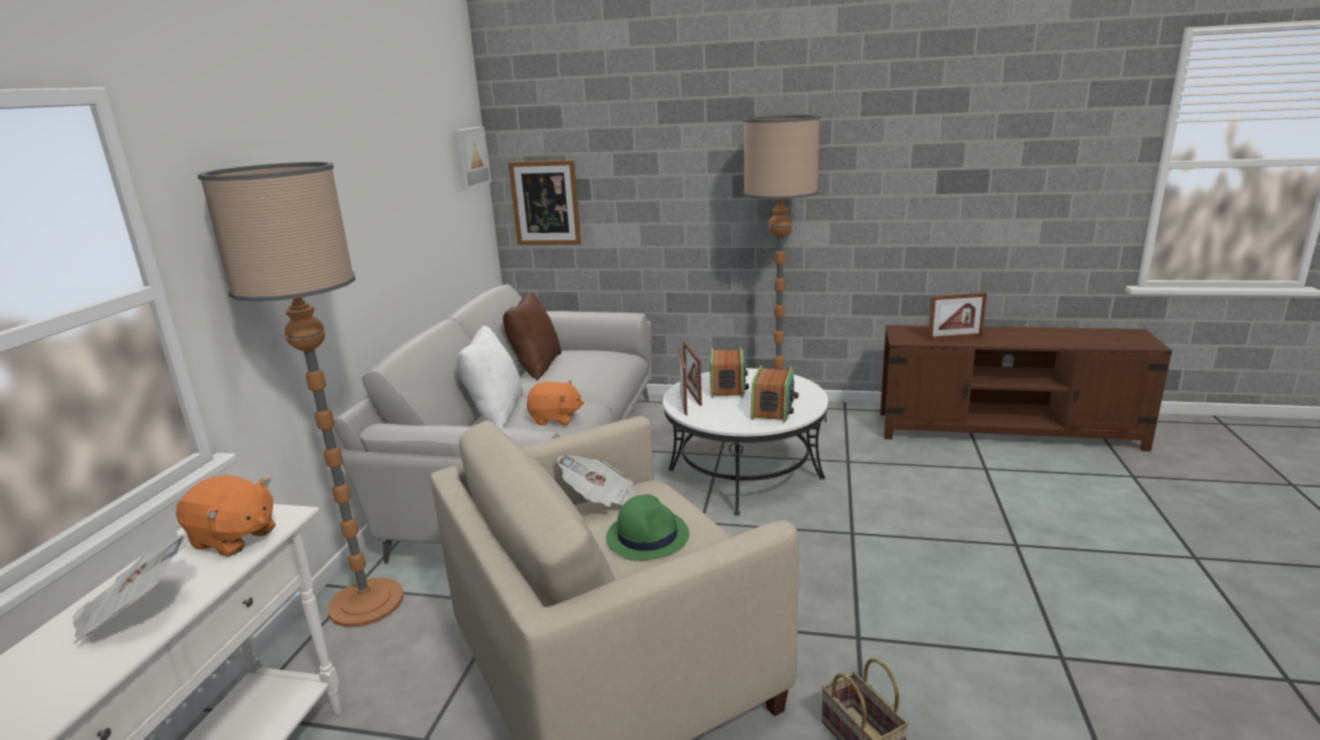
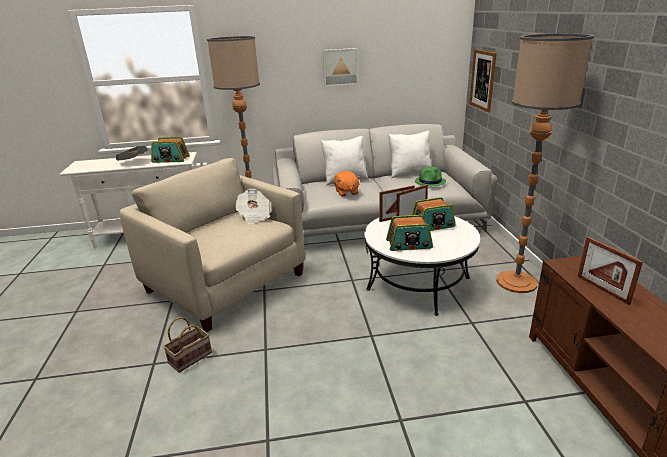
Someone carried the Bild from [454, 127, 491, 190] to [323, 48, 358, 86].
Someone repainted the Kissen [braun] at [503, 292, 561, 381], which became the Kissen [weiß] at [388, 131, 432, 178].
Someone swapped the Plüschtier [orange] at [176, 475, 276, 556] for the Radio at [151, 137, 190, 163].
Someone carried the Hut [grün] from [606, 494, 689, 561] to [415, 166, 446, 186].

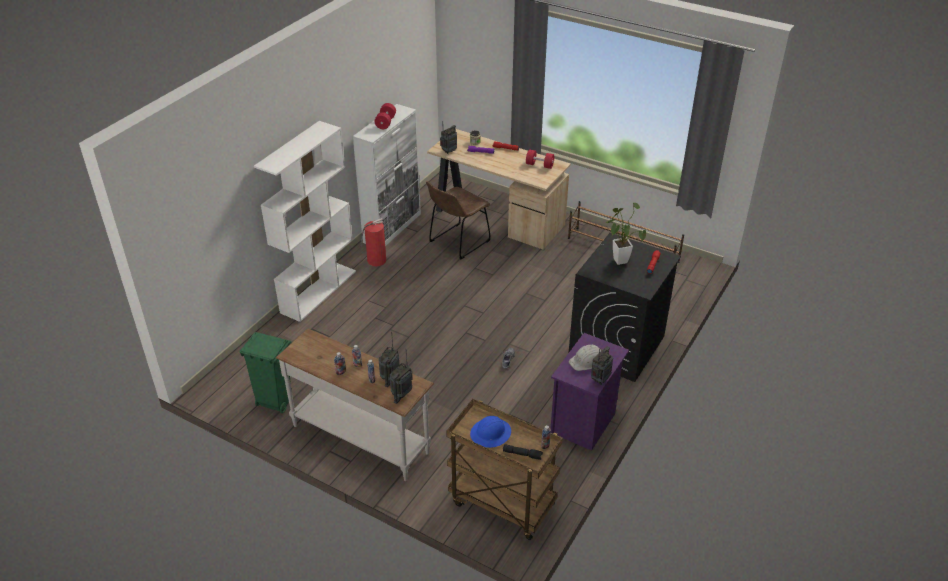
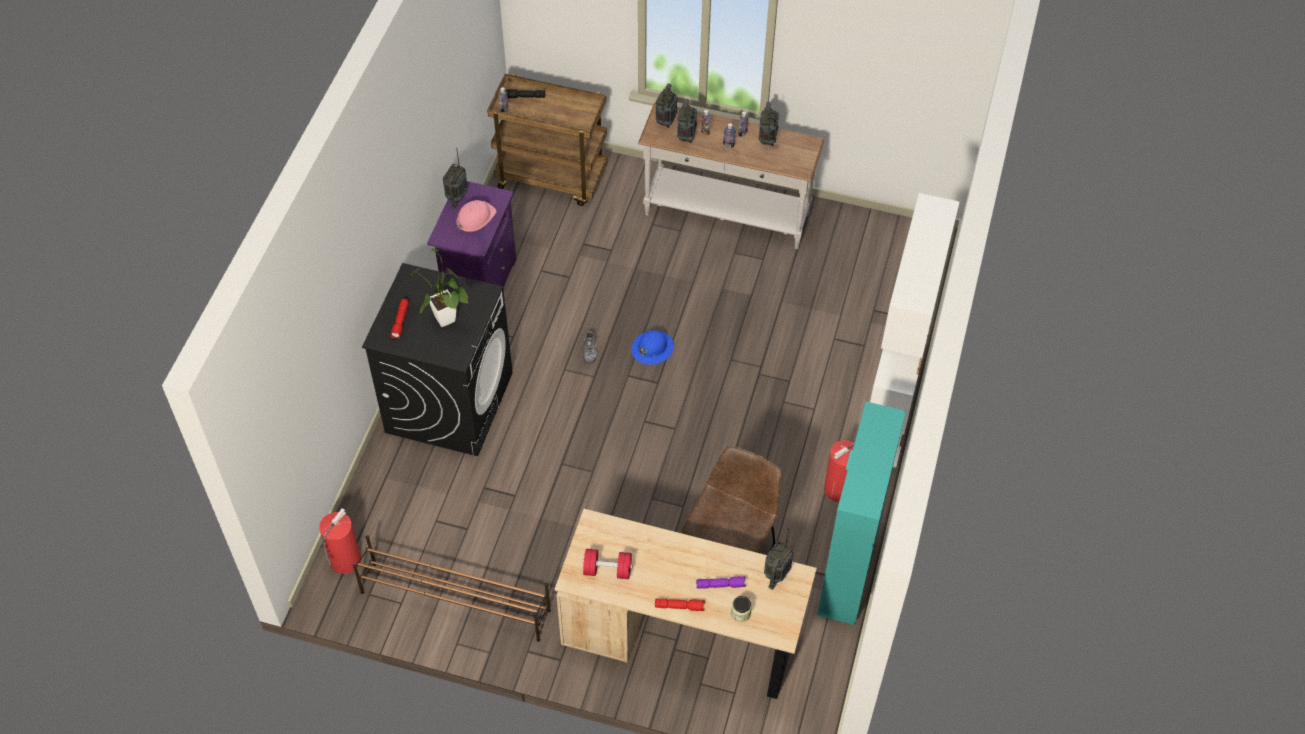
Someone took away the Hantel [rot] at [375, 103, 396, 129].
Someone repainted the Schrank [weiß] at [353, 104, 421, 246], which became the Schrank [türkis] at [817, 401, 906, 625].
Someone took away the Mülleimer [grün] at [239, 332, 291, 413].
Someone repainted the Schutzhelm [weiß] at [569, 345, 603, 371], which became the Schutzhelm [rosa] at [456, 200, 497, 232].
Someone carried the Schutzhelm [blau] from [470, 416, 511, 448] to [632, 330, 674, 365].
Someone put down the Radio at [759, 102, 779, 146].
Someone put down the Feuerlöscher at [319, 508, 361, 574].

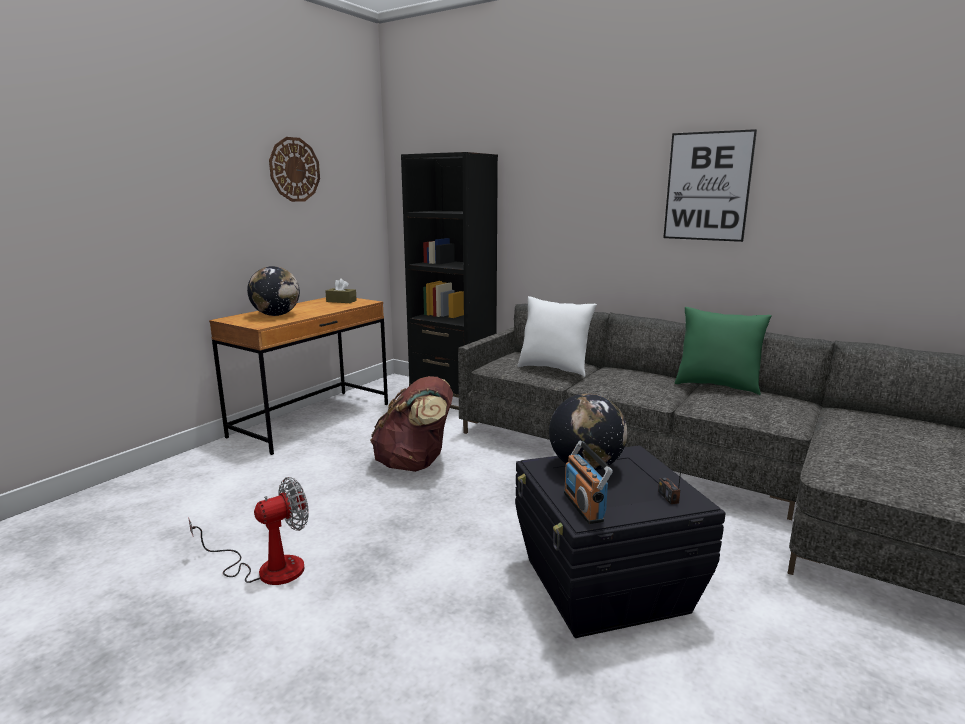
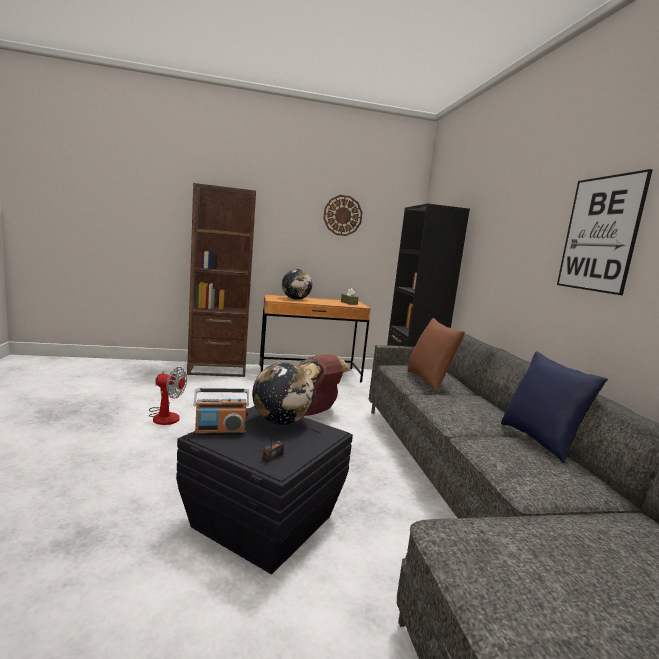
Someone repainted the Kissen [weiß] at [517, 296, 597, 377], which became the Kissen [braun] at [408, 318, 465, 391].
Someone repainted the Kissen [grün] at [675, 307, 772, 395], which became the Kissen [blau] at [501, 351, 608, 463].
Someone rotated the Radio at [564, 440, 613, 524] by 135 degrees counterclockwise.
Someone put down the Bücherregal [braun] at [187, 183, 256, 377].

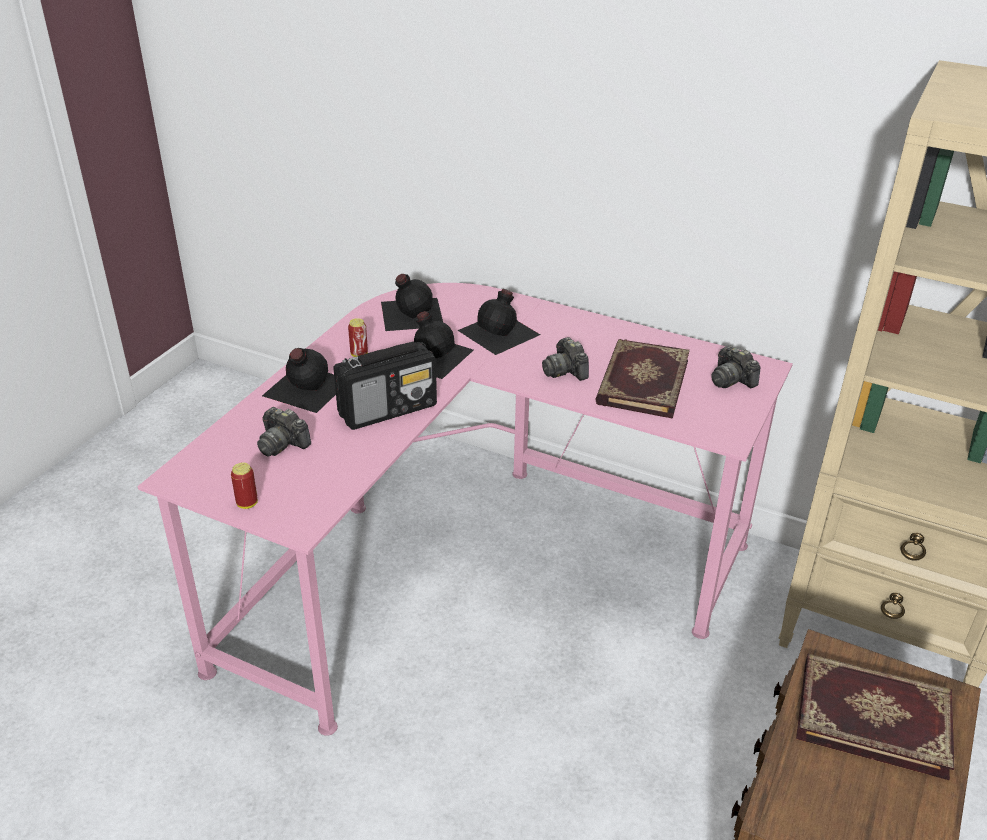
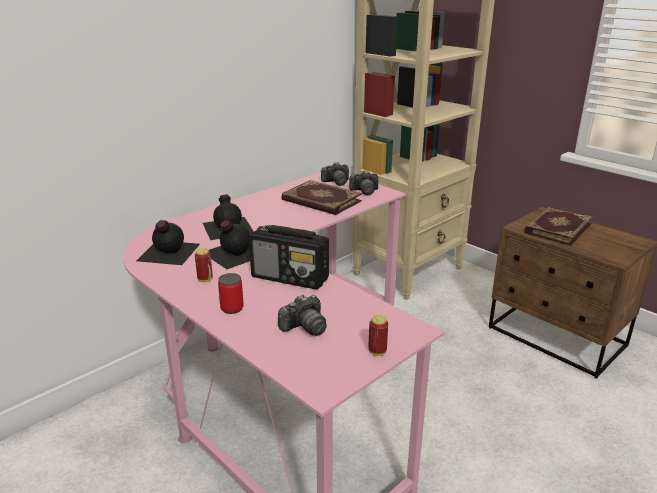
Someone carried the Kamera from [542, 337, 589, 381] to [348, 170, 378, 195].
Someone rotated the Radio at [333, 342, 437, 430] by 120 degrees clockwise.
Someone swapped the Flasche [schwarz] at [262, 348, 336, 413] for the Dose at [218, 273, 244, 314].

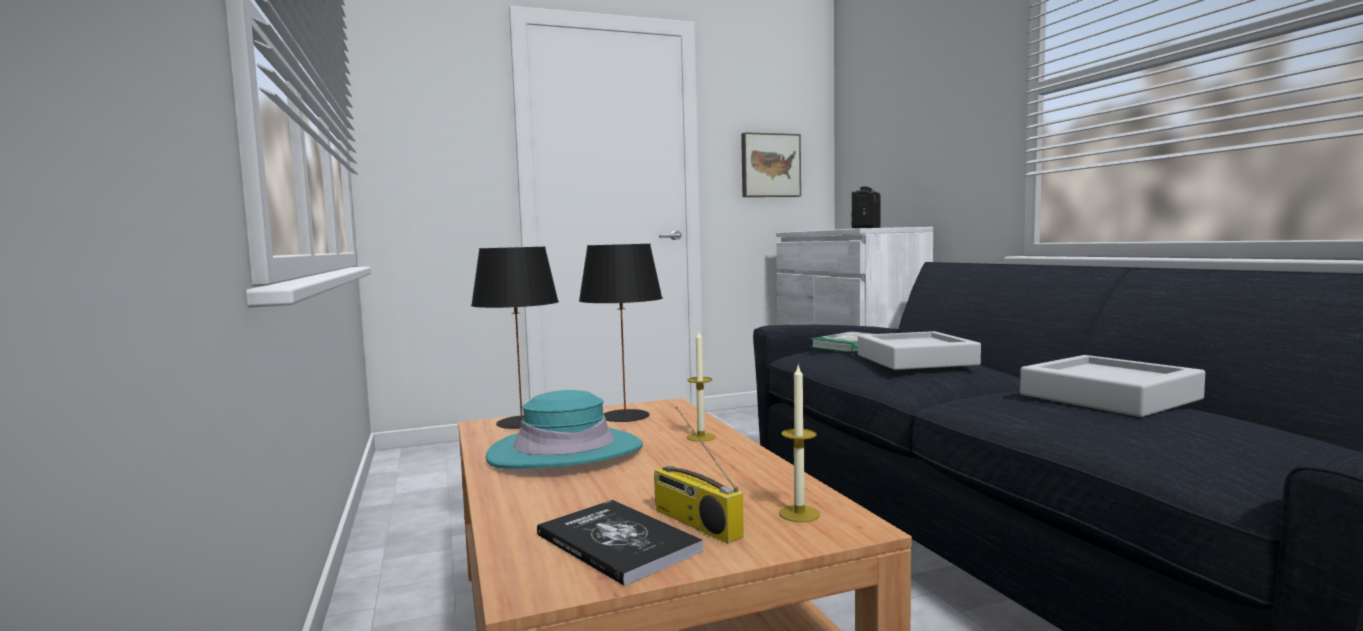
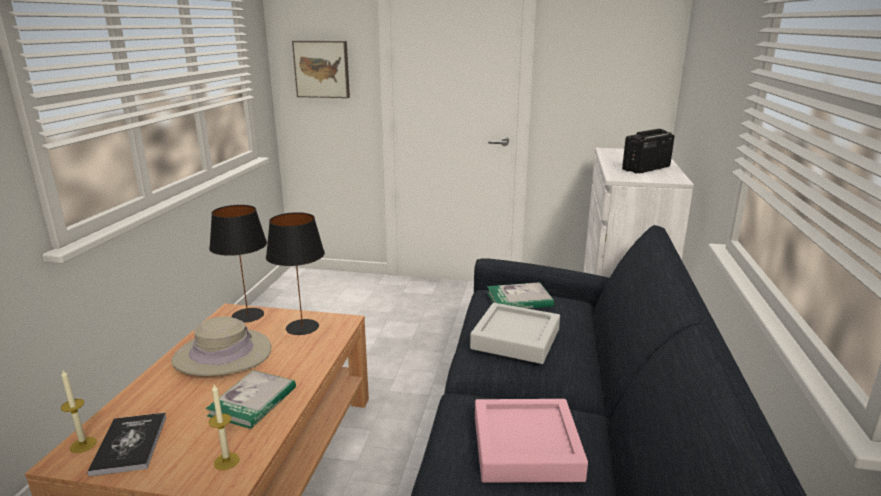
Someone carried the Bild from [741, 132, 801, 197] to [292, 41, 350, 98].
Someone carried the Kerze from [687, 330, 716, 442] to [61, 370, 97, 453].
Someone repainted the Tablett [grau] at [1020, 355, 1205, 417], which became the Tablett [rosa] at [475, 399, 588, 483].
Someone repainted the Hut [türkis] at [486, 390, 643, 469], which became the Hut [beige] at [171, 317, 271, 376].
Someone took away the Radio at [654, 407, 744, 544].
Someone put down the Buch at [206, 370, 296, 429].

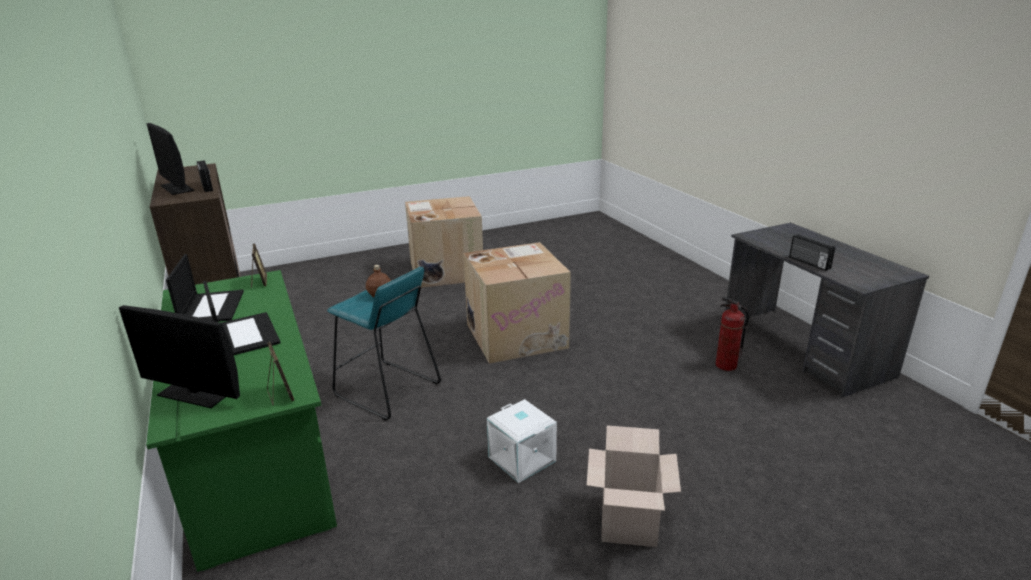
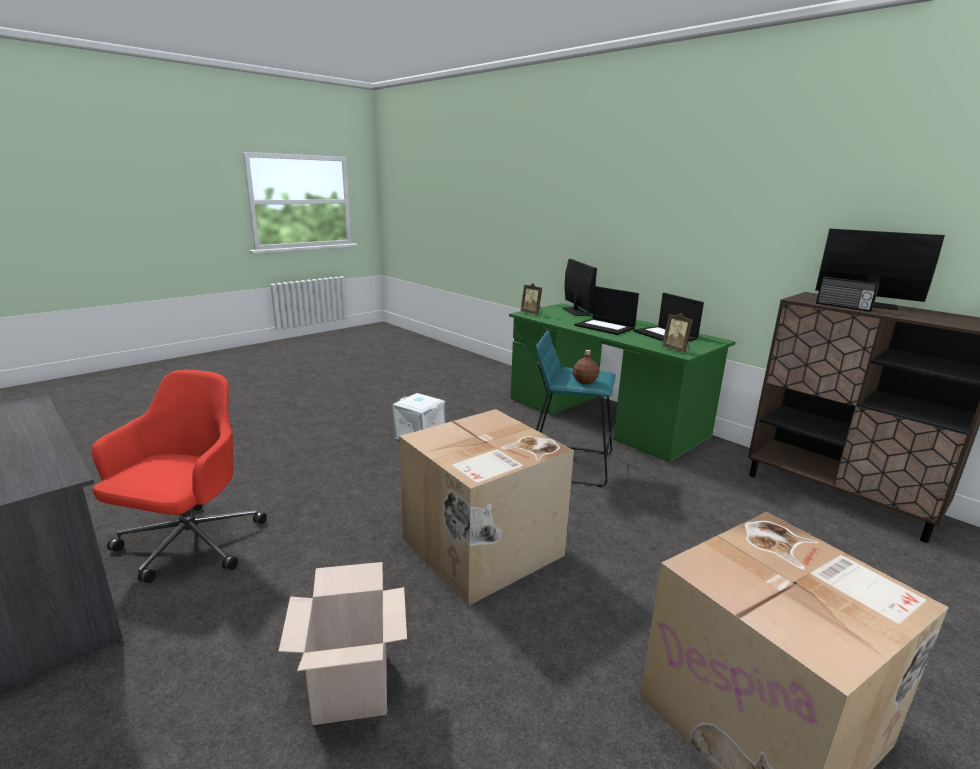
Someone took away the Radio at [789, 234, 835, 271].
Someone swapped the Feuerlöscher at [716, 297, 749, 371] for the Bürostuhl [rot] at [91, 370, 267, 583].
Someone rotated the Monitor at [119, 305, 240, 408] by 75 degrees clockwise.
Someone carried the Karton from [587, 425, 681, 547] to [278, 562, 407, 725].

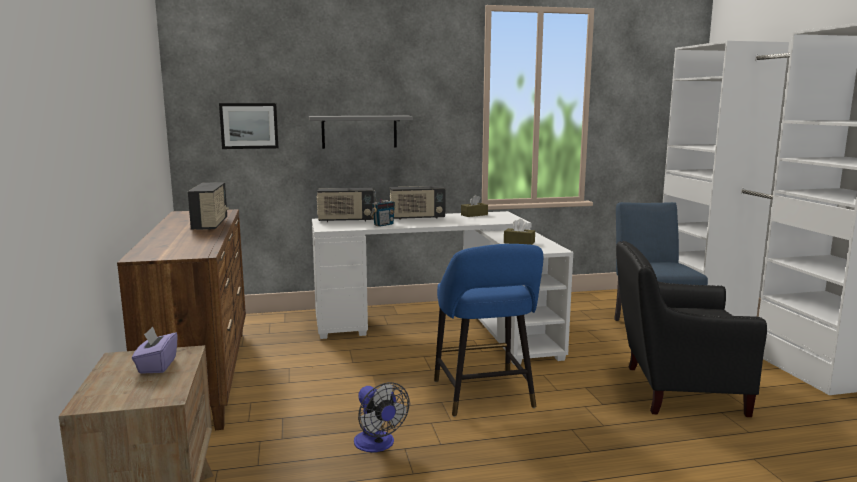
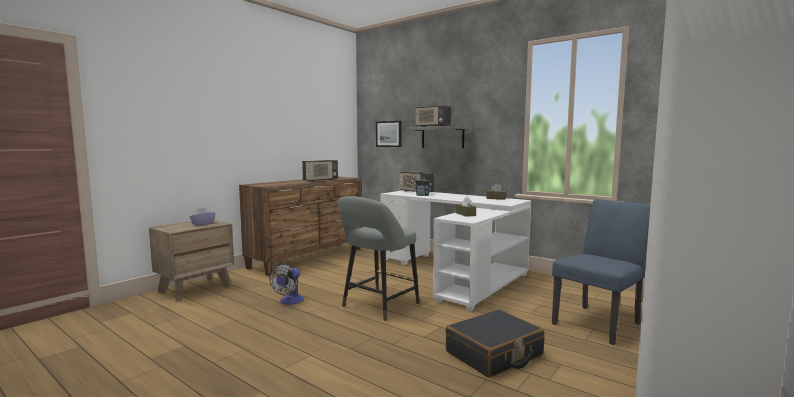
Someone carried the Radio from [390, 186, 446, 220] to [415, 105, 451, 127].
Someone swapped the Sessel [schwarz] at [616, 241, 767, 417] for the Koffer [schwarz] at [446, 310, 545, 377].
Someone repainted the Hocker [blau] at [434, 244, 543, 417], which became the Hocker [grau] at [338, 196, 420, 321].

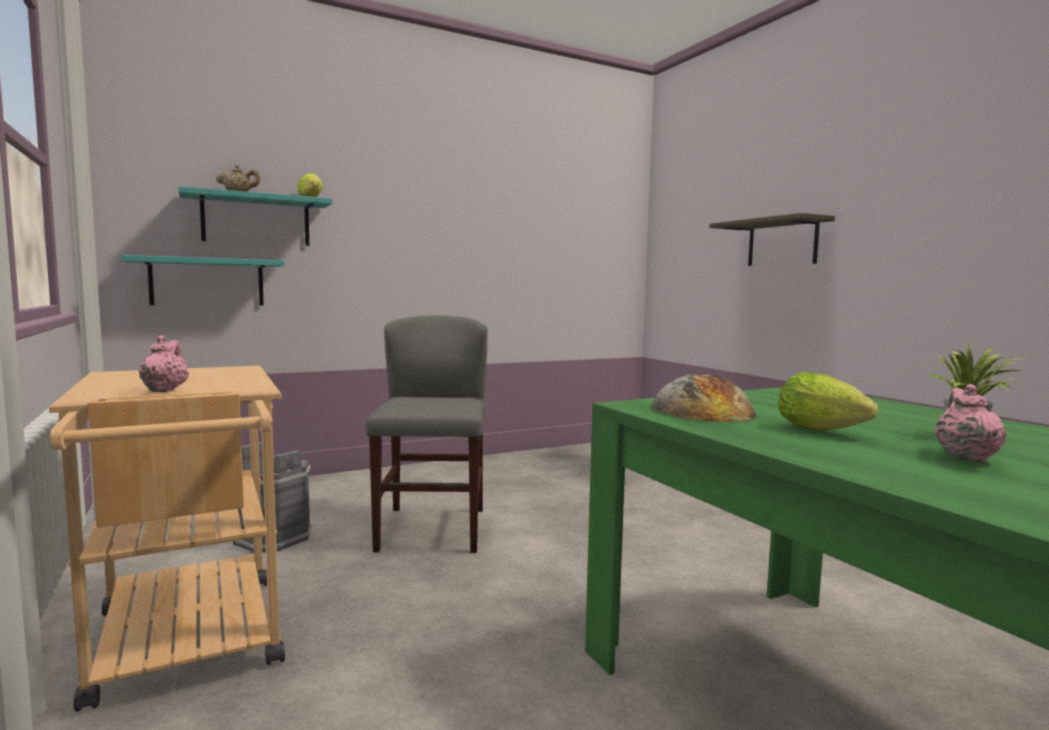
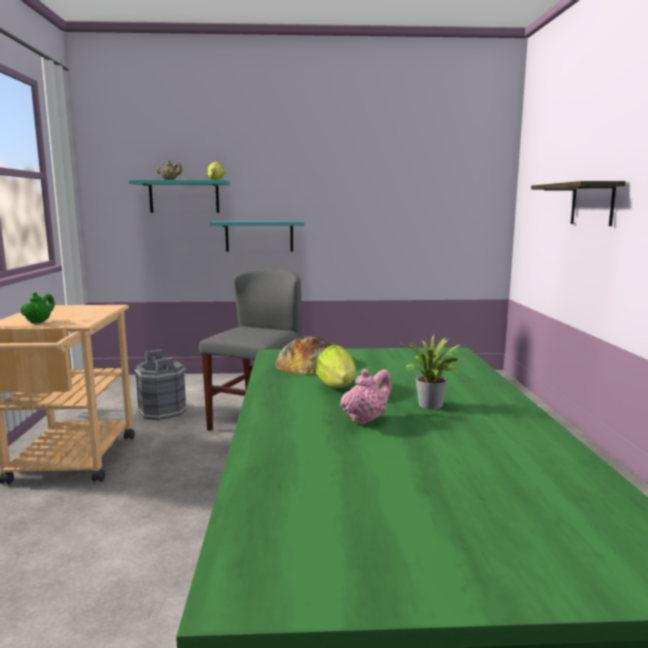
Someone carried the Wandregal [türkis] from [121, 255, 285, 306] to [209, 221, 304, 252].
Someone repainted the Teekanne [rosa] at [139, 335, 189, 392], which became the Teekanne [grün] at [20, 292, 55, 324].

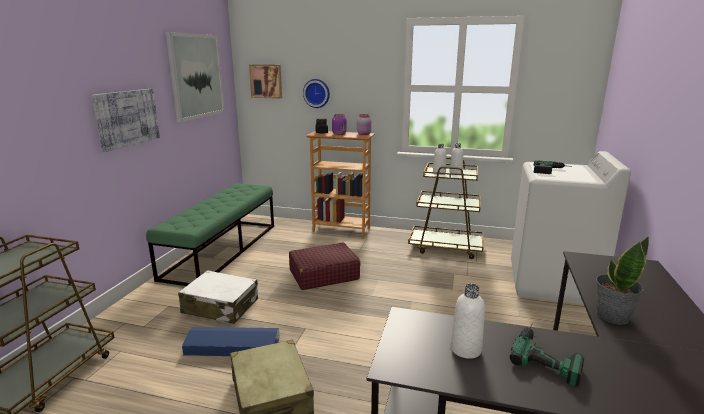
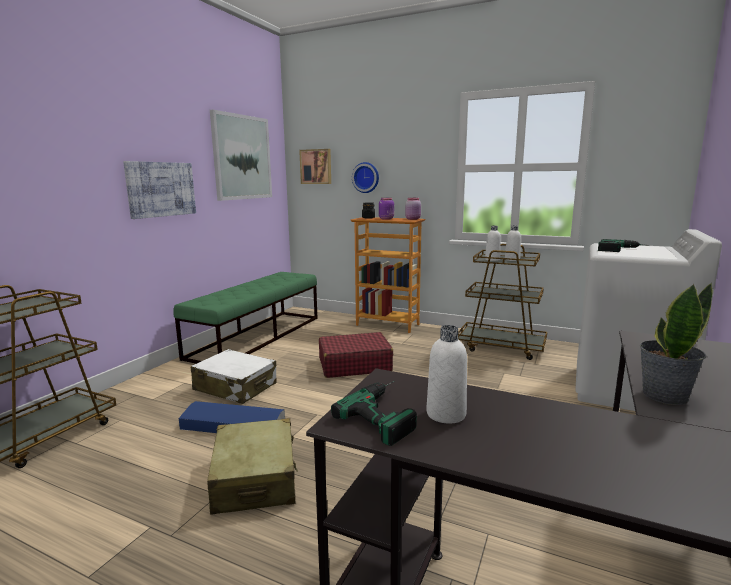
Someone carried the Bohrmaschine from [510, 323, 584, 387] to [331, 381, 417, 446].

